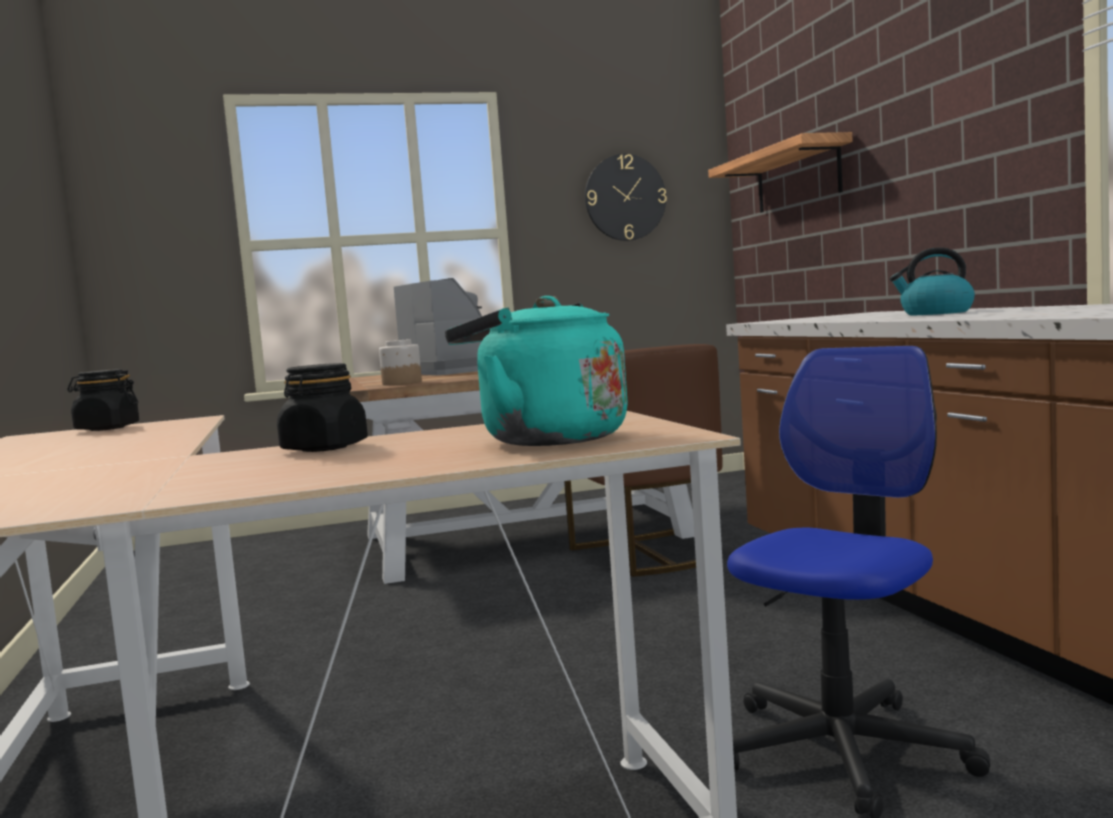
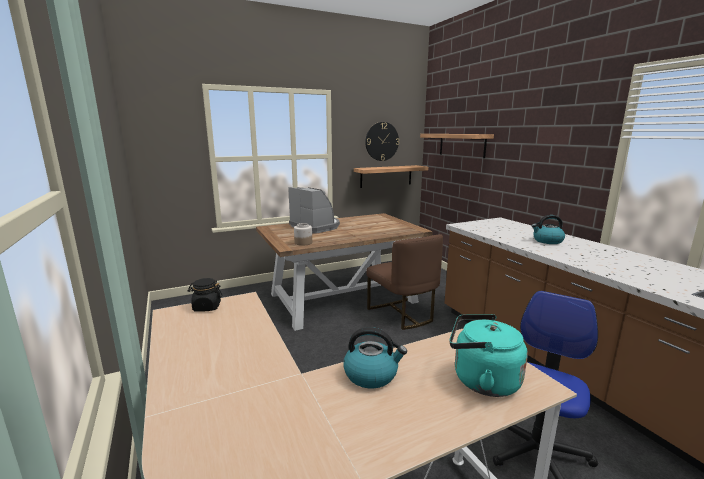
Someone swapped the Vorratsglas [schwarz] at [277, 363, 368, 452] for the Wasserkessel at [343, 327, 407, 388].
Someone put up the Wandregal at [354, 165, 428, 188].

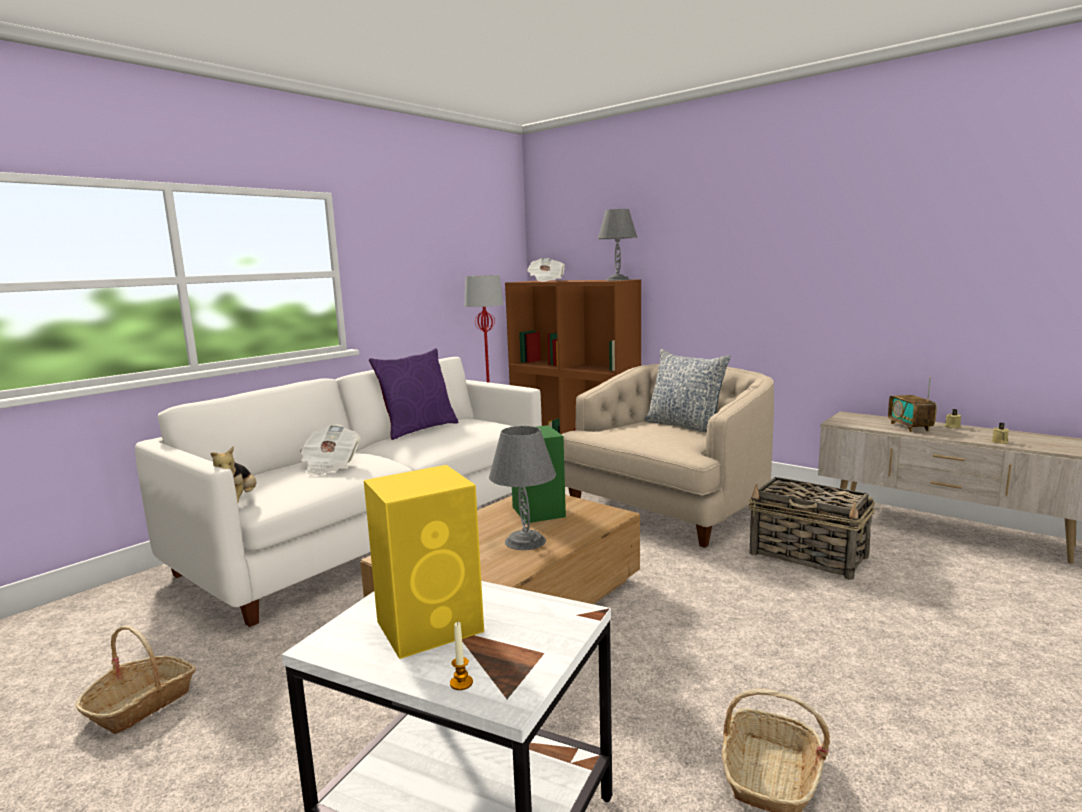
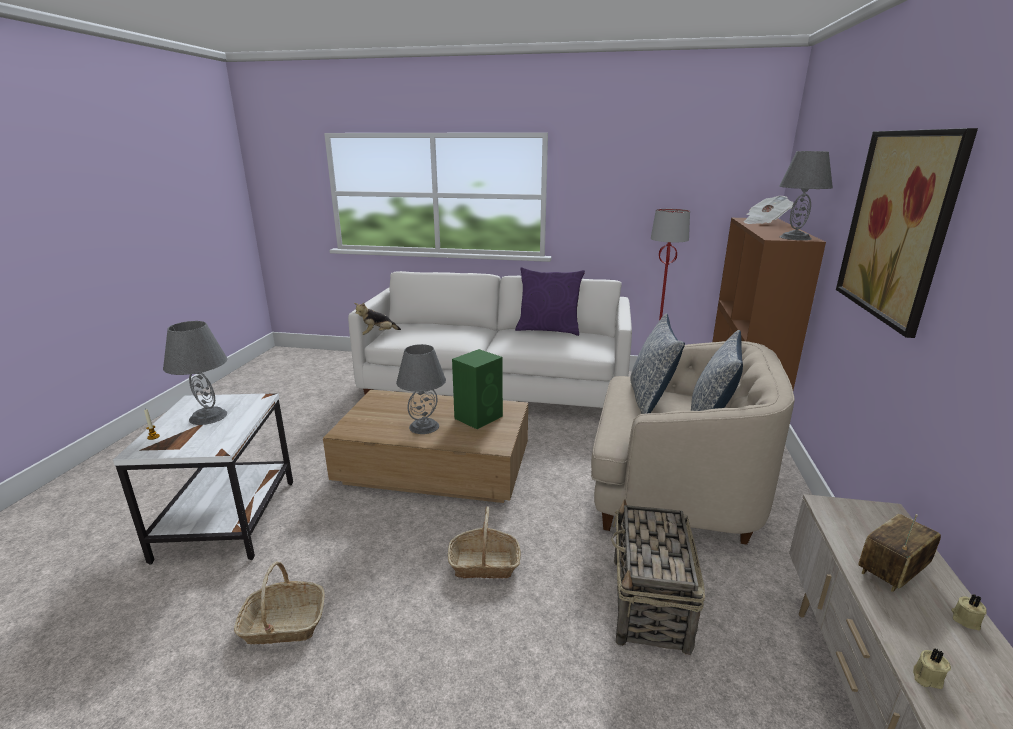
Someone took away the Zeitung at [300, 424, 361, 475].
Someone swapped the Lautsprecher [gelb] at [364, 465, 484, 659] for the Tischlampe [grau] at [163, 321, 227, 425].
Someone carried the Korb from [75, 626, 196, 734] to [448, 506, 521, 578].
Someone put up the Bild at [836, 128, 978, 338].
Someone put down the Kissen at [630, 314, 685, 414].

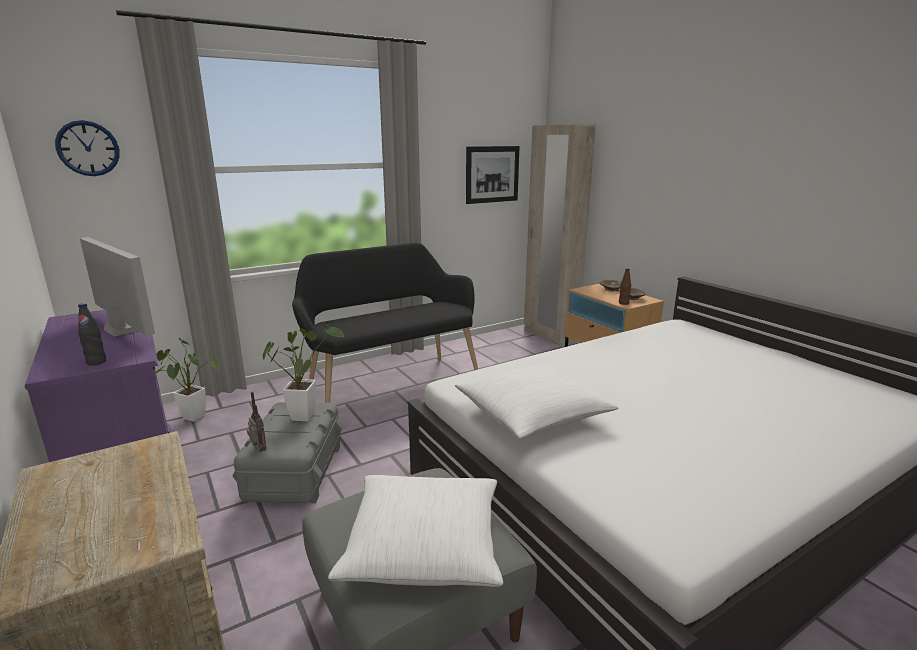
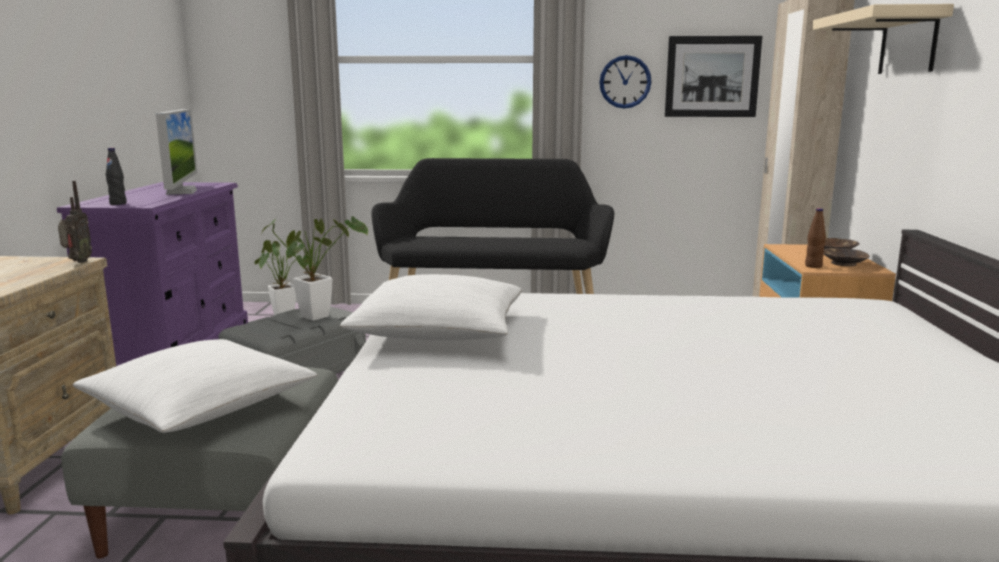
Someone carried the Wanduhr from [55, 120, 120, 176] to [599, 55, 651, 109].
Someone carried the Radio from [247, 392, 267, 452] to [58, 181, 92, 263].
Someone put up the Wandregal [beige] at [812, 4, 954, 74].

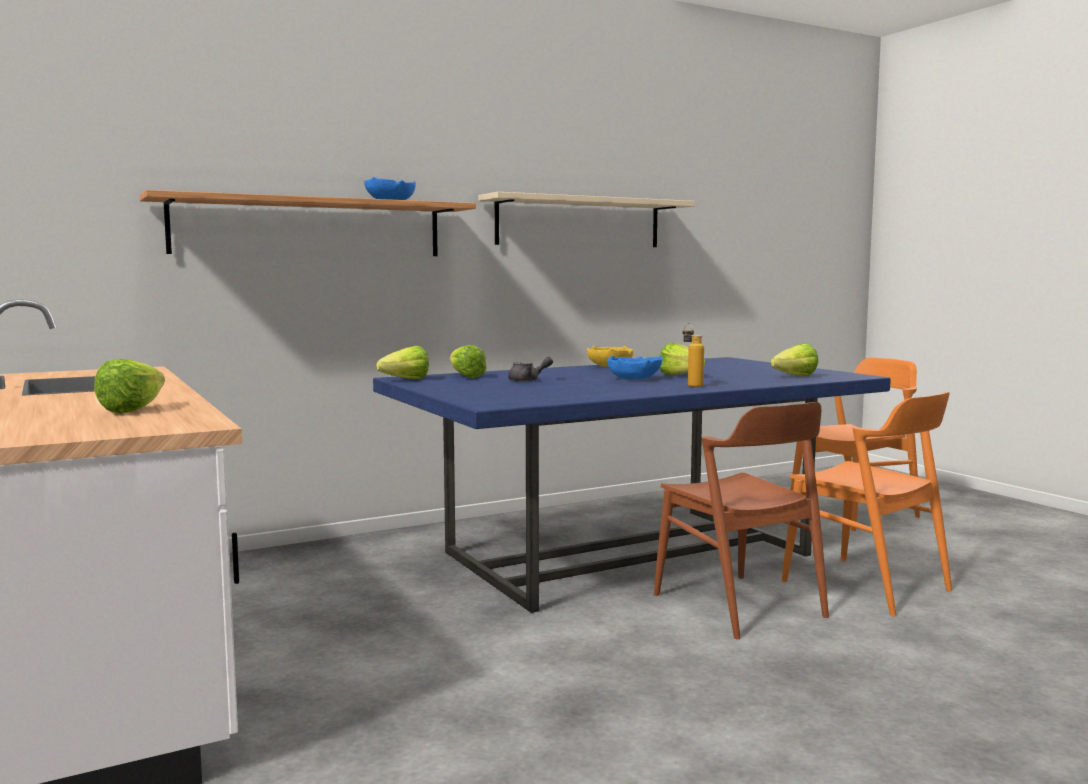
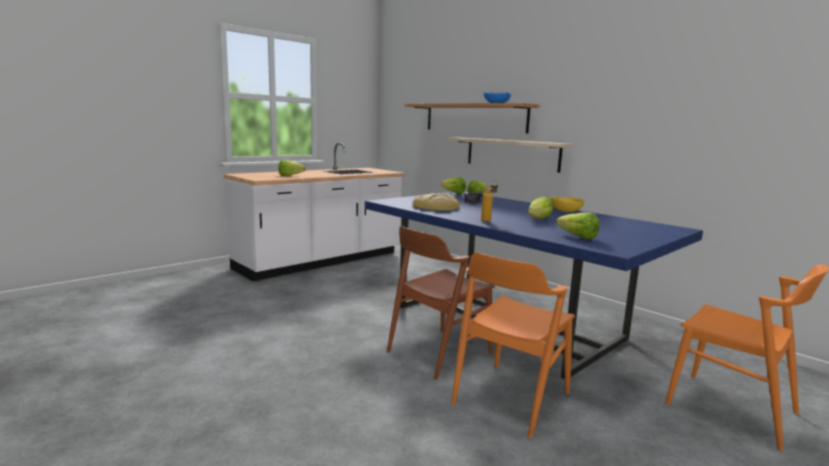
Someone carried the Wandregal [beige] from [478, 192, 695, 247] to [448, 137, 573, 173].
Someone took away the Schüssel [blau] at [607, 355, 663, 379].
Someone put down the Brot at [413, 193, 460, 211].

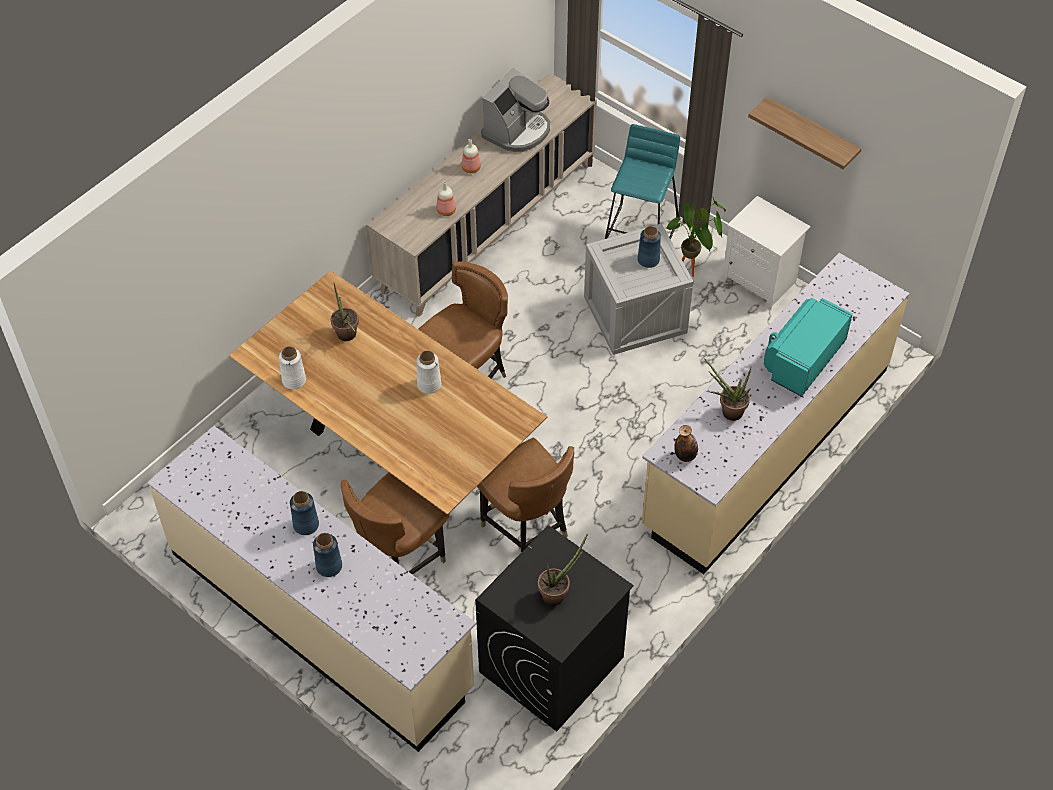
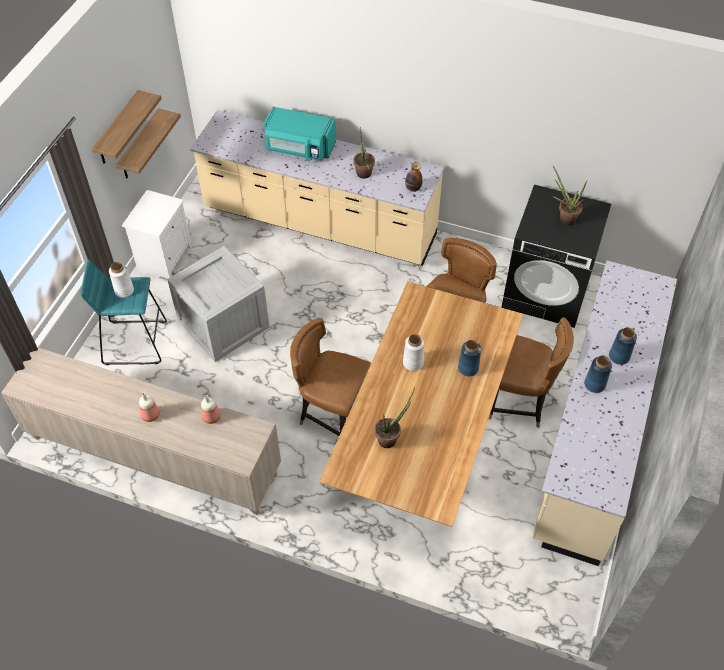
Someone took away the Kaffeemaschine at [481, 68, 550, 152].
Someone took away the Topfpflanze at [666, 196, 726, 277].
Someone carried the Vase [blau] from [637, 226, 661, 268] to [458, 340, 481, 376].
Someone carried the Vase [weiß] from [279, 346, 306, 389] to [109, 262, 134, 298].
Someone put up the Wandregal at [116, 108, 181, 179].

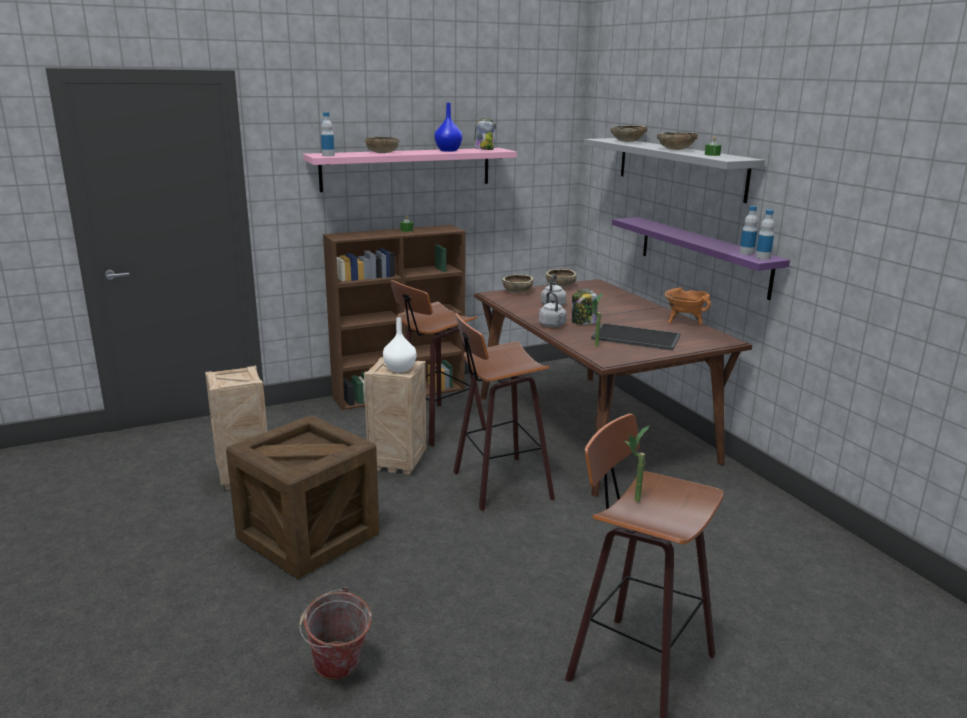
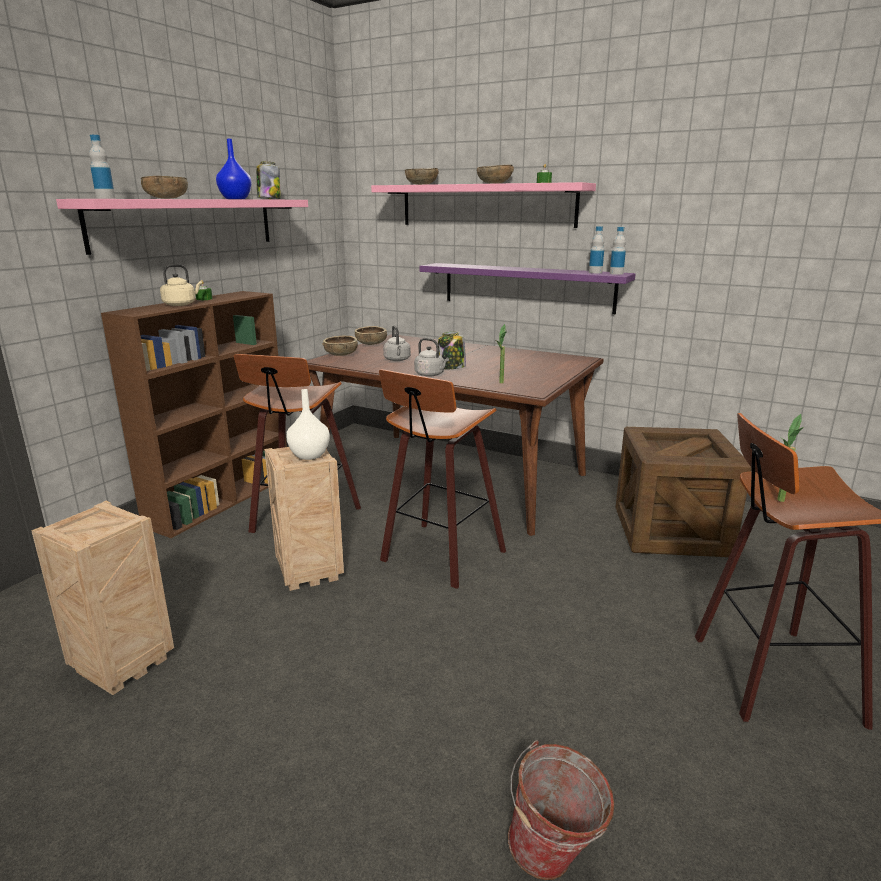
Someone repainted the Wandregal [grau] at [584, 138, 765, 203], which became the Wandregal [rosa] at [371, 182, 596, 228].
Someone took away the Kochtopf [orange] at [664, 288, 711, 326].
Someone took away the Tablett at [591, 323, 680, 351].
Someone carried the Kiste from [226, 415, 379, 579] to [615, 427, 752, 557].
Someone put down the Wasserkessel [beige] at [160, 264, 202, 306].

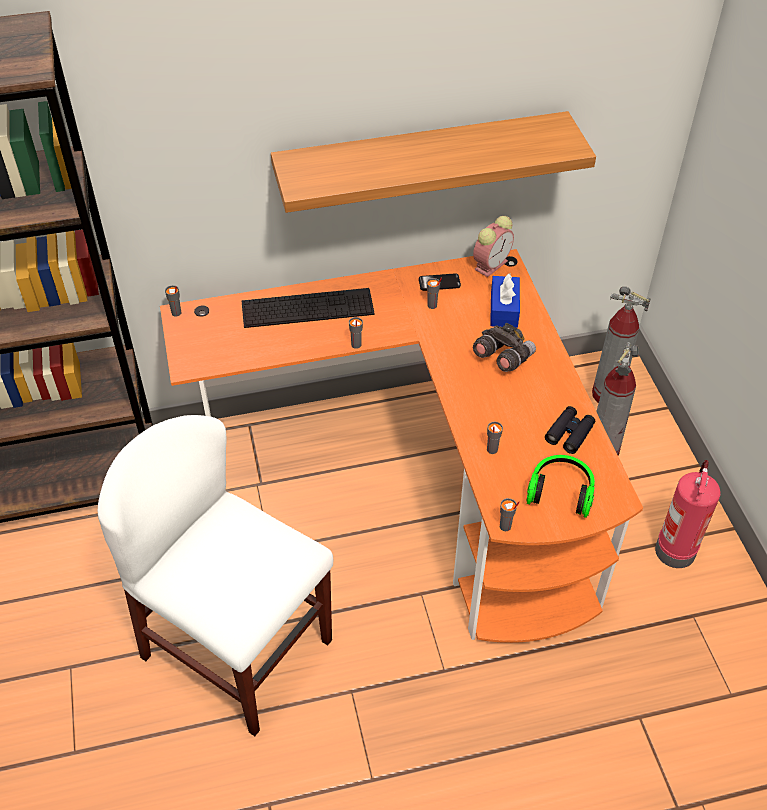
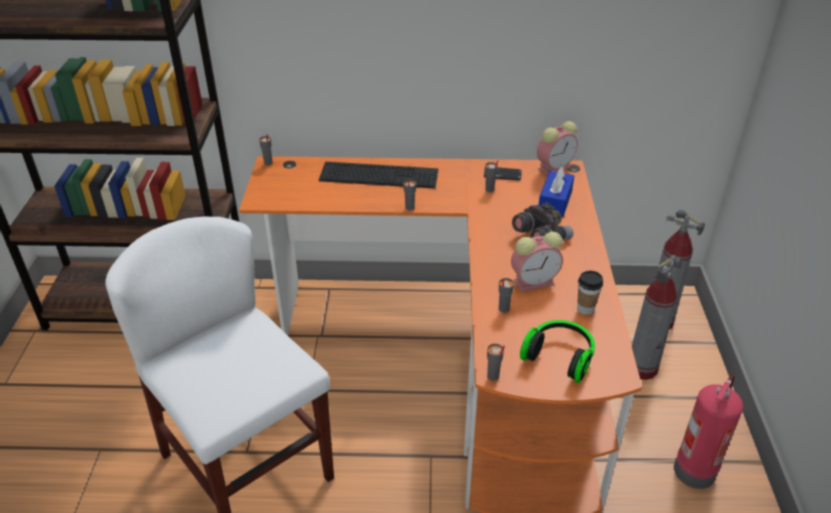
Someone took away the Wandregal at [271, 111, 596, 213].
Someone swapped the Fernglas [schwarz] at [545, 406, 595, 454] for the Tasse at [577, 271, 603, 315].
Someone put down the Wecker at [511, 232, 563, 292].

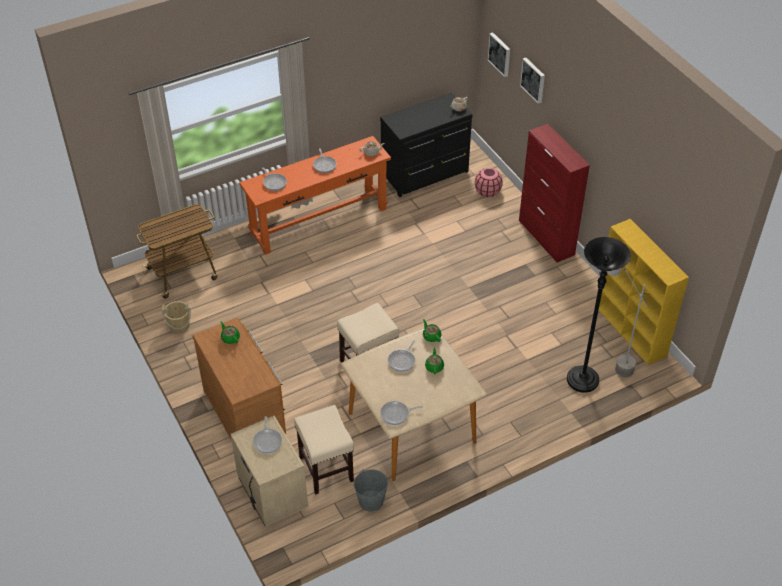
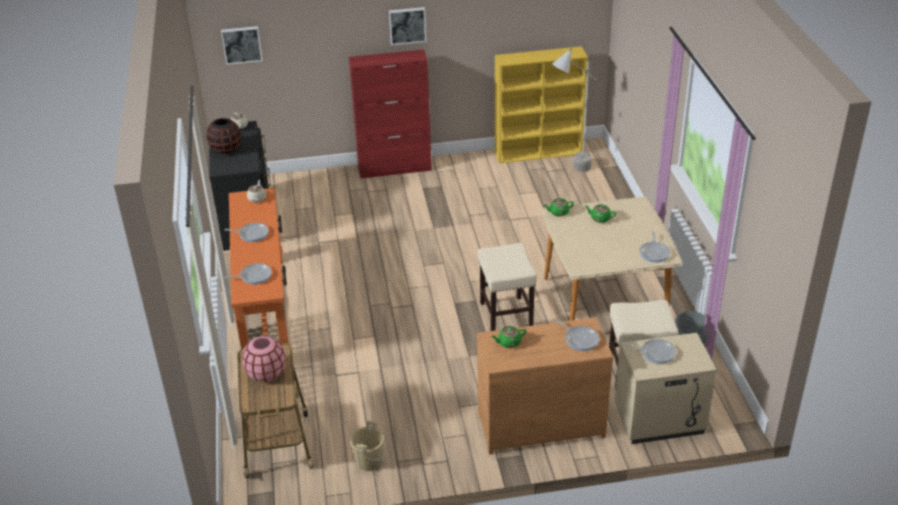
Someone carried the Bild from [520, 58, 545, 104] to [389, 7, 426, 45].
Someone carried the Vase [rosa] from [475, 168, 503, 197] to [242, 336, 286, 382].
Someone took away the Stehlampe [schwarz] at [567, 237, 631, 393].
Someone carried the Pfanne from [388, 340, 415, 372] to [557, 320, 599, 351].
Someone put down the Vase [schwarz] at [206, 118, 241, 154].

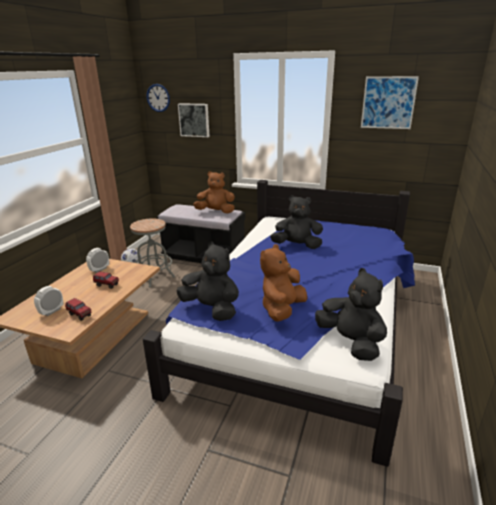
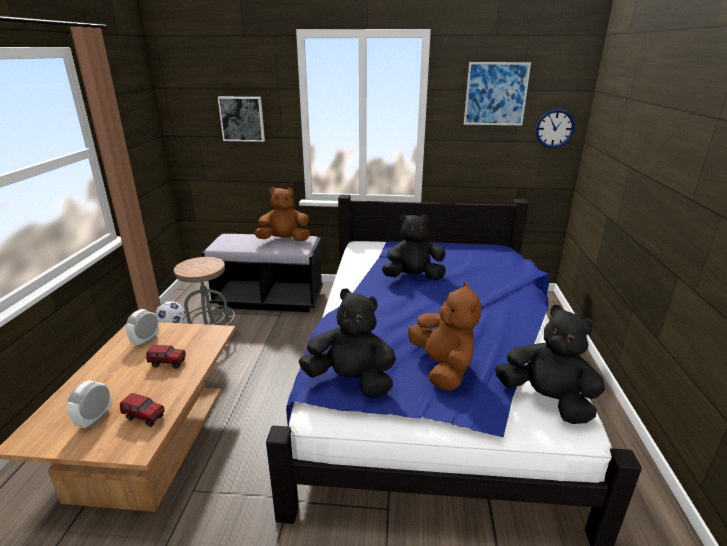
Someone carried the Wanduhr from [147, 84, 170, 112] to [535, 109, 575, 148].
Someone rotated the Plüschtier [braun] at [260, 244, 307, 322] by 150 degrees clockwise.

